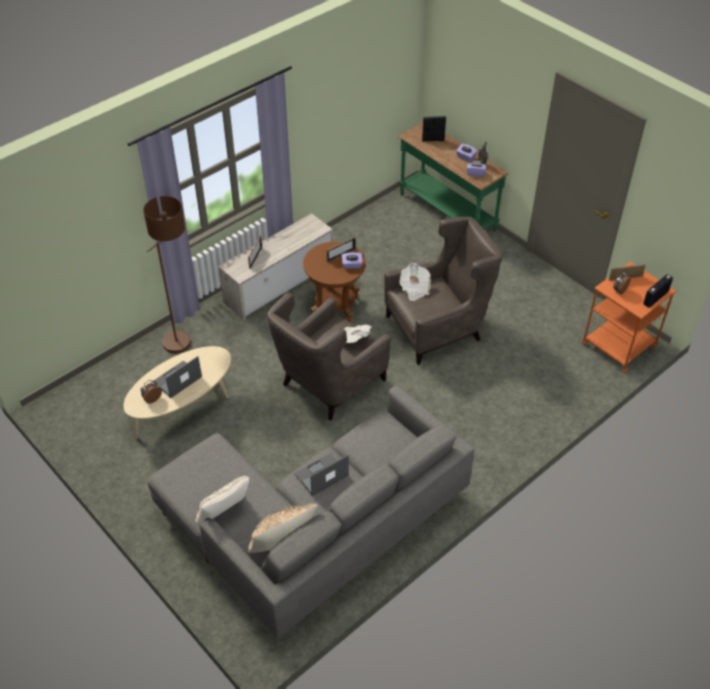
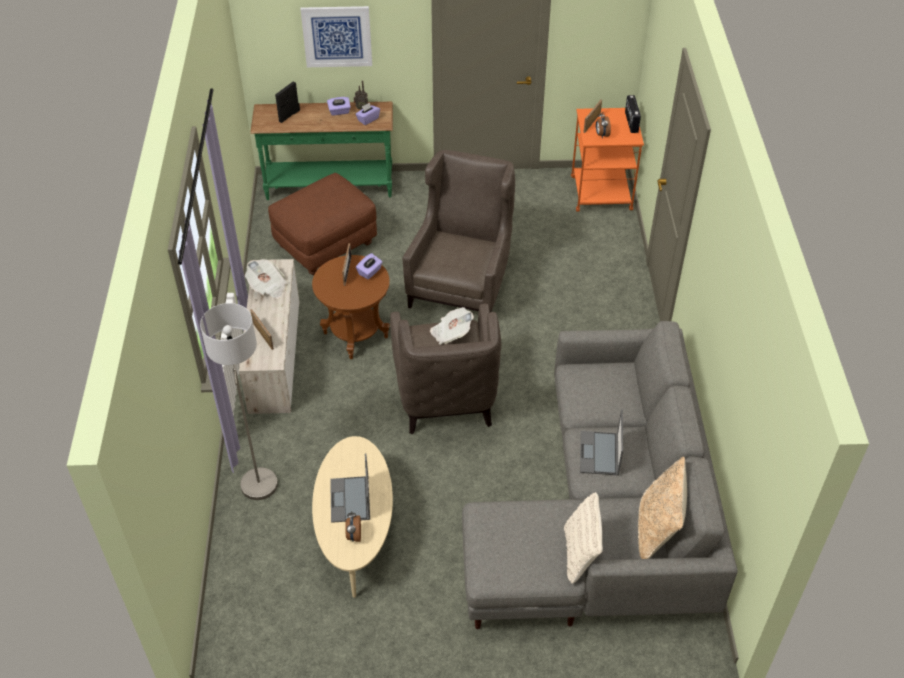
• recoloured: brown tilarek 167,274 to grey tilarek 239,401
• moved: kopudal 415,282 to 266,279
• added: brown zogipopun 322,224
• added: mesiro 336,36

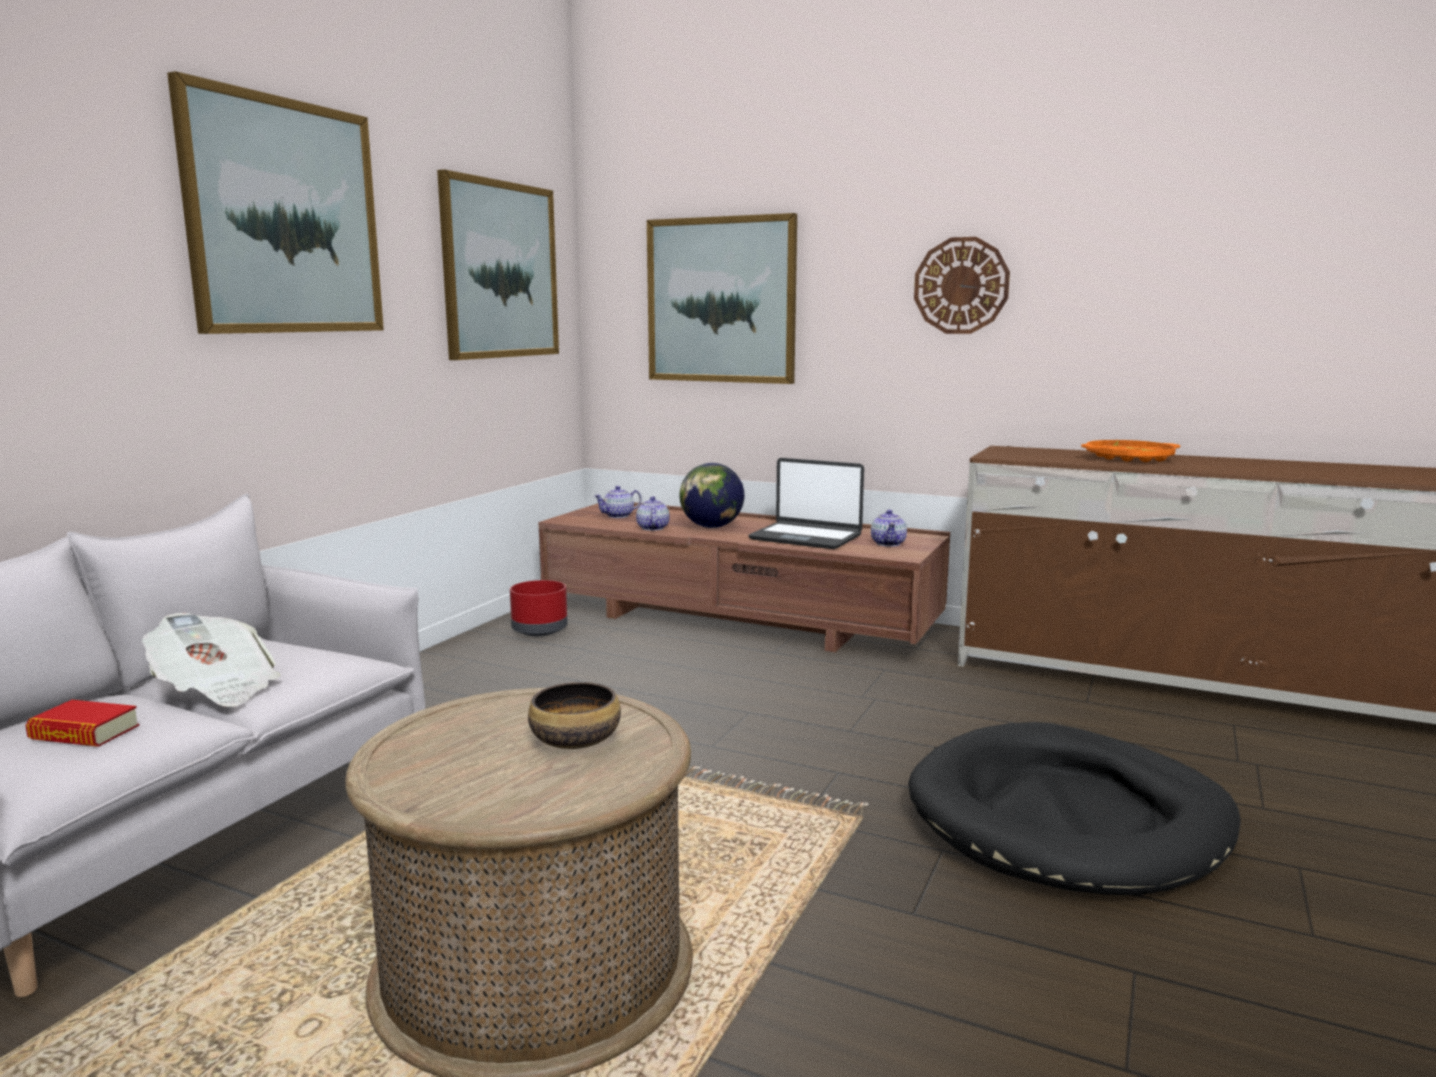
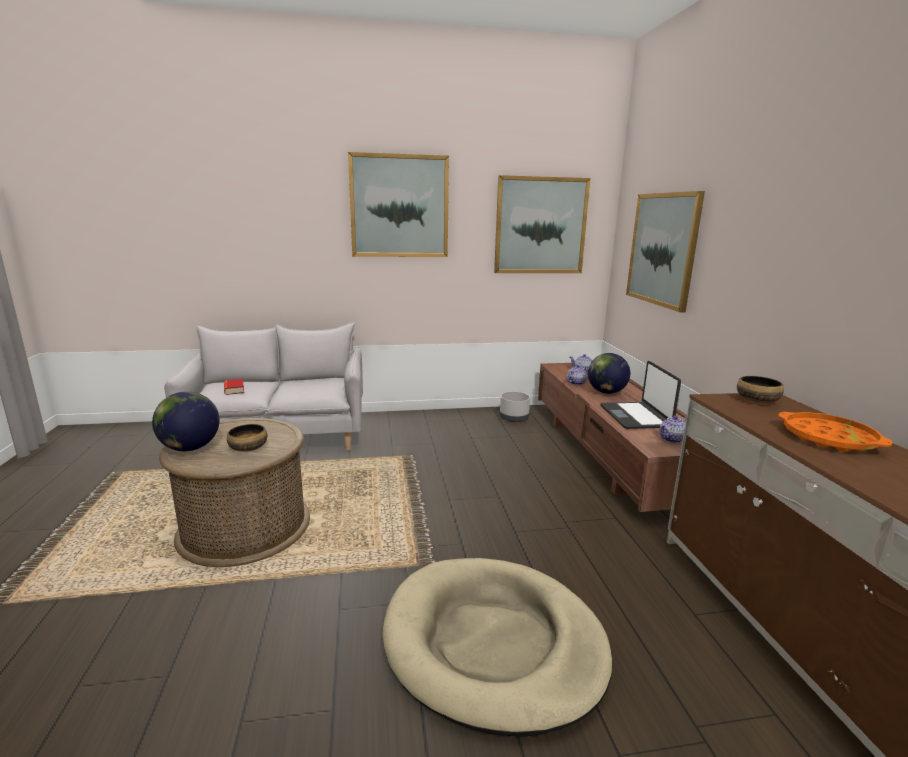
• removed: kopudal 211,660
• recoloured: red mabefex 539,608 to grey mabefex 515,407
• recoloured: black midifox 1074,808 to beige midifox 497,647
• removed: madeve 962,285
• added: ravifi 185,421
• added: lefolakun 760,389

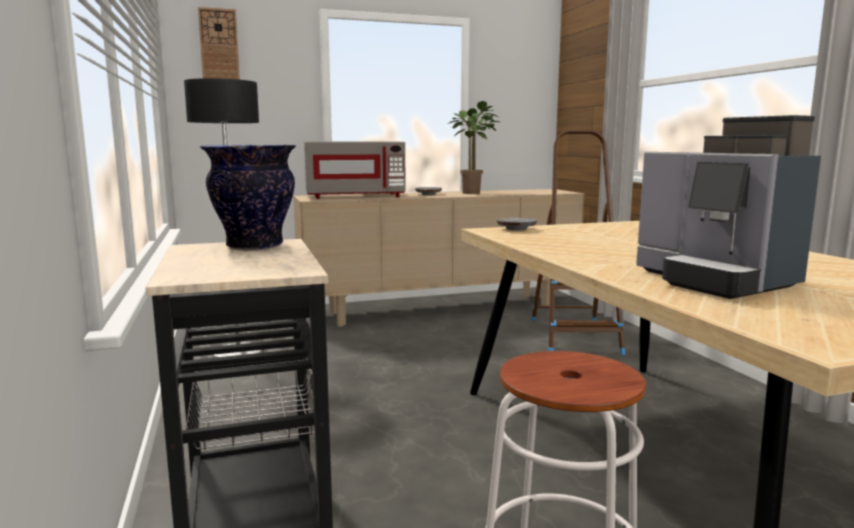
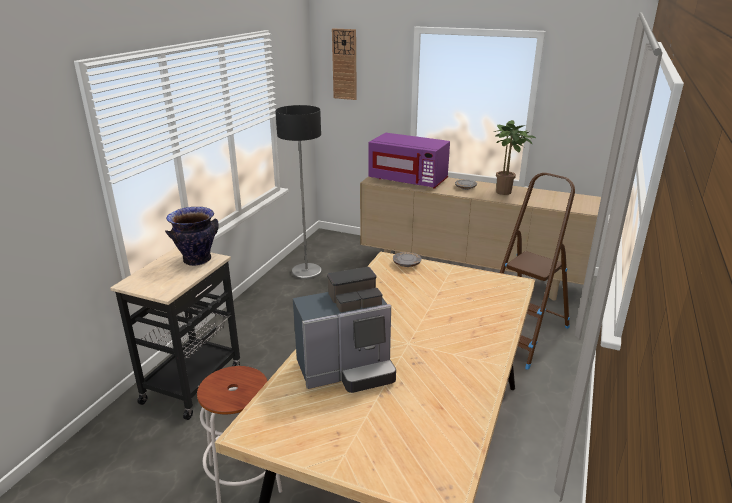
• recoloured: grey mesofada 355,170 to purple mesofada 409,160
• turned: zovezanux 728,207 = 344,330 120 degrees counterclockwise

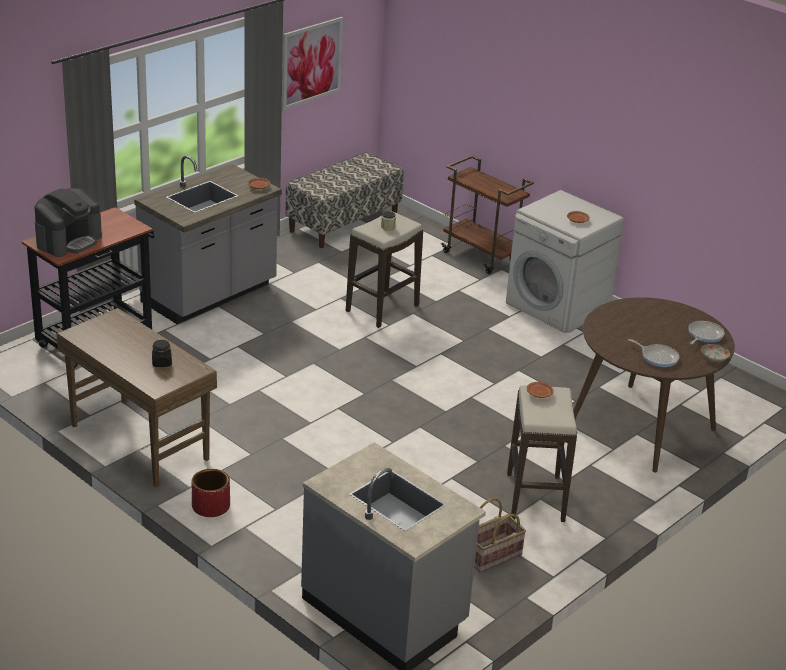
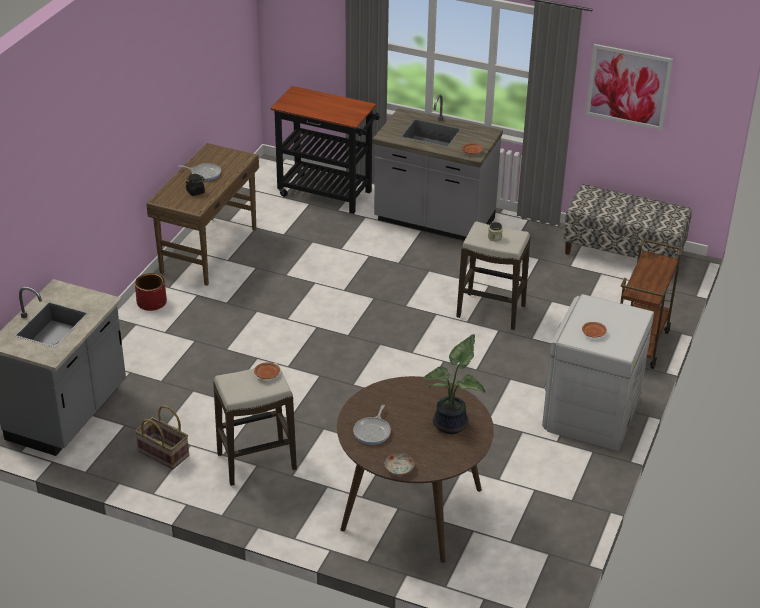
• removed: zovezanux 68,222
• moved: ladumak 706,332 to 199,172
• added: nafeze 454,384

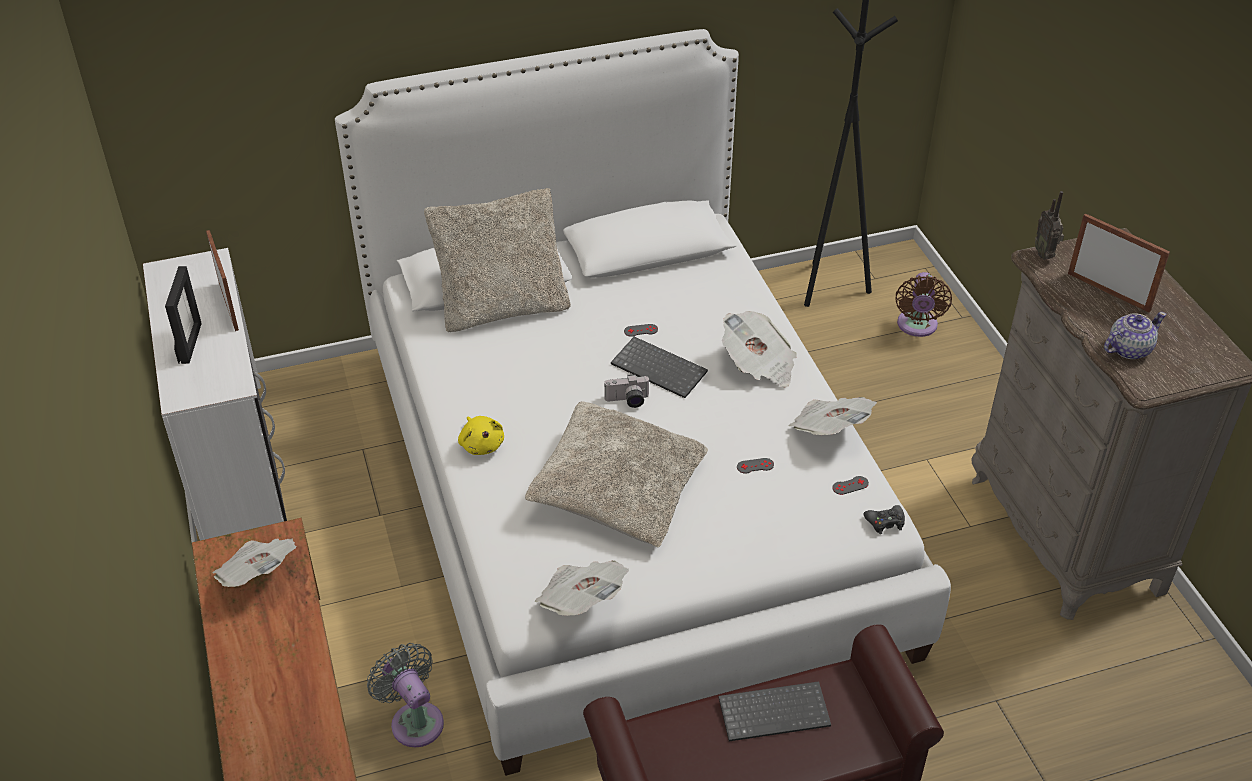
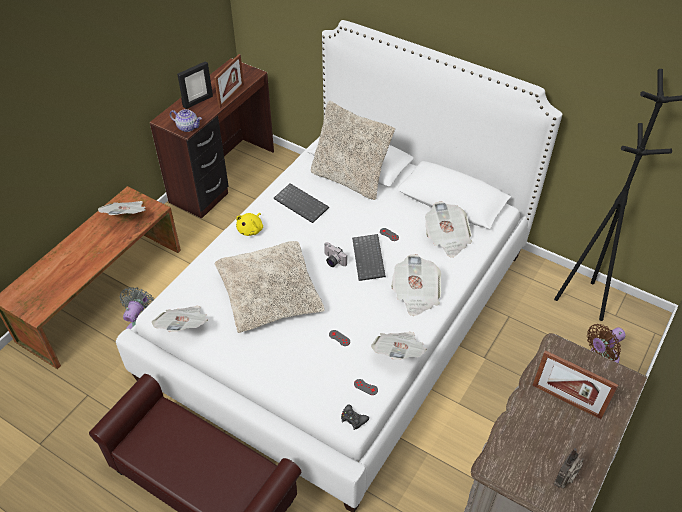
• recoloured: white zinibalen 215,394 to brown zinibalen 212,138
• moved: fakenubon 774,711 to 301,203
• moved: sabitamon 1049,225 to 569,468
• turned: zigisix 1119,262 = 575,384 120 degrees clockwise
• moved: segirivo 1135,335 to 186,120
• added: kopudal 448,229

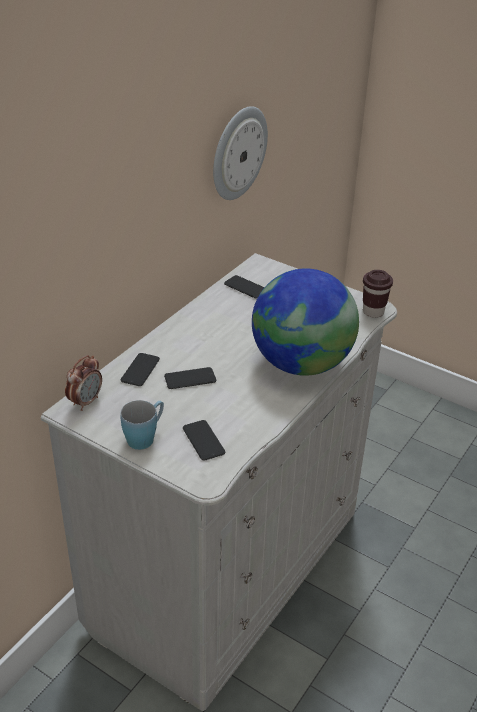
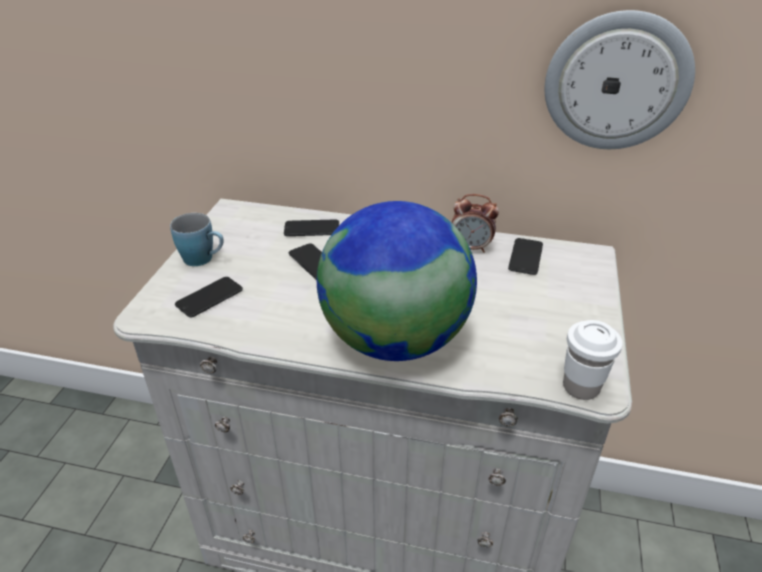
• moved: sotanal 83,383 to 475,223
• recoloured: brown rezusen 378,294 to white rezusen 593,360

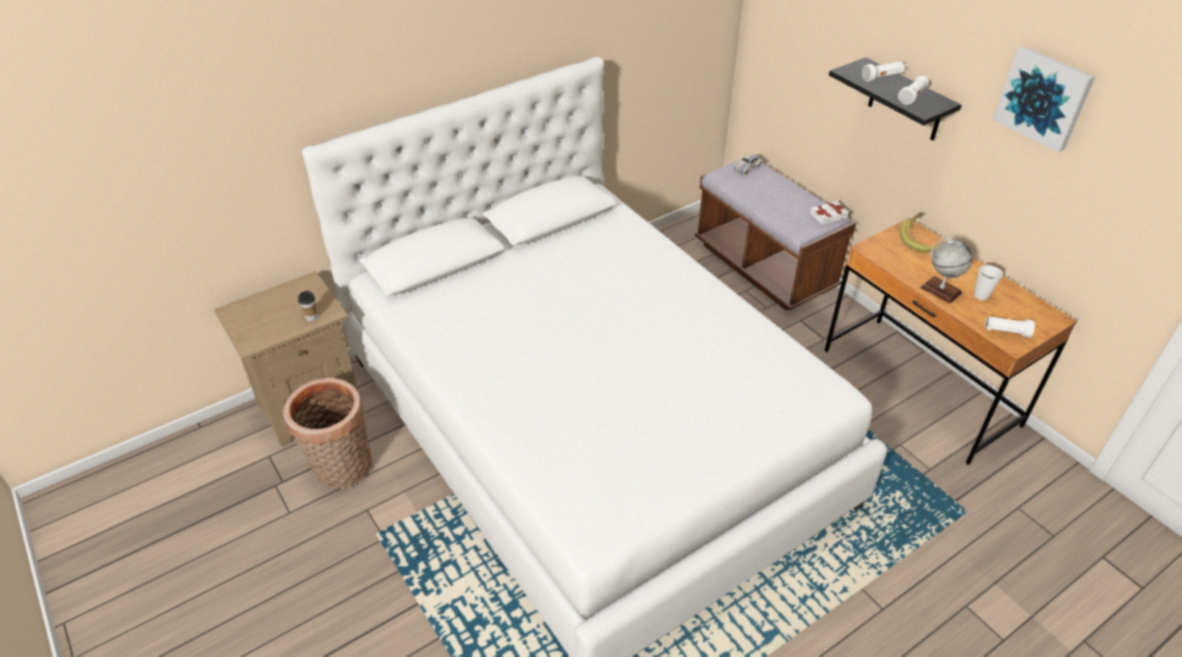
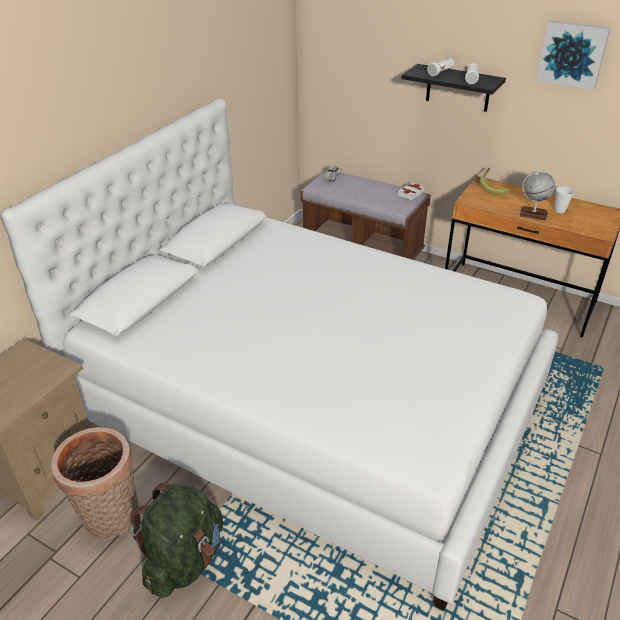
• removed: rezusen 308,306
• removed: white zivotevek 1010,327
• added: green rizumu 177,540

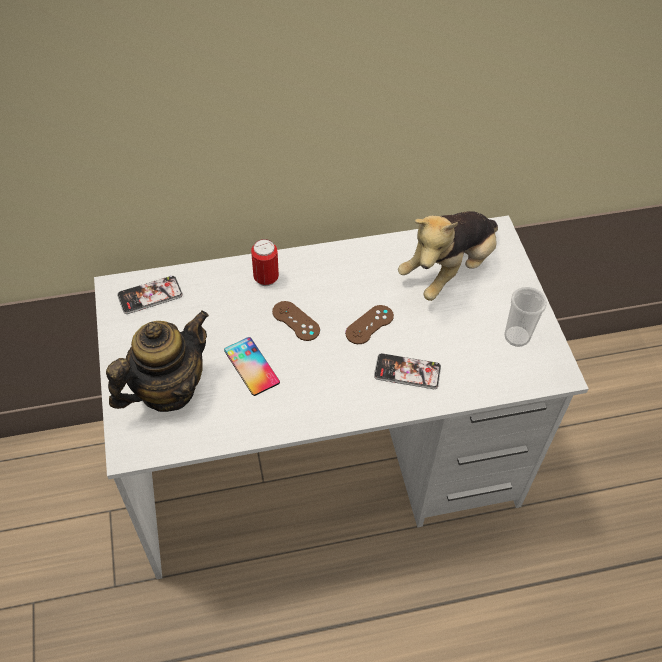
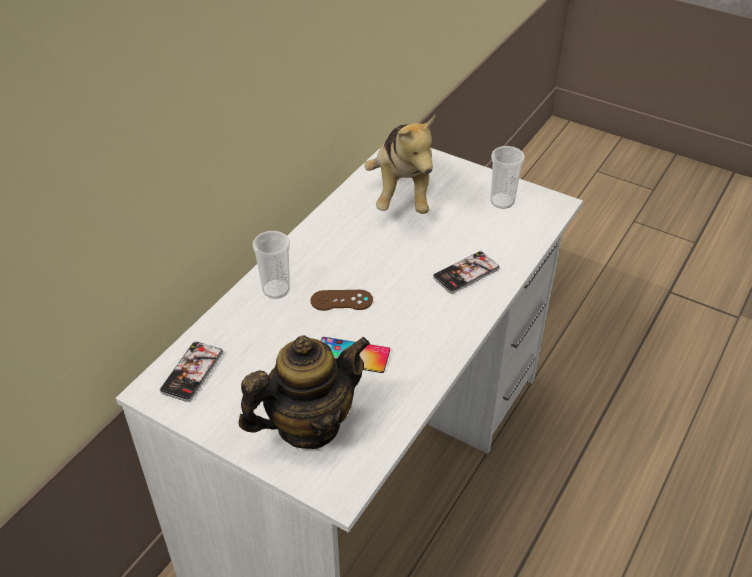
• turned: segirivo 157,361 = 304,392 60 degrees clockwise
• replaced: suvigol 265,262 to rezusen 271,265
• removed: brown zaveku 369,324

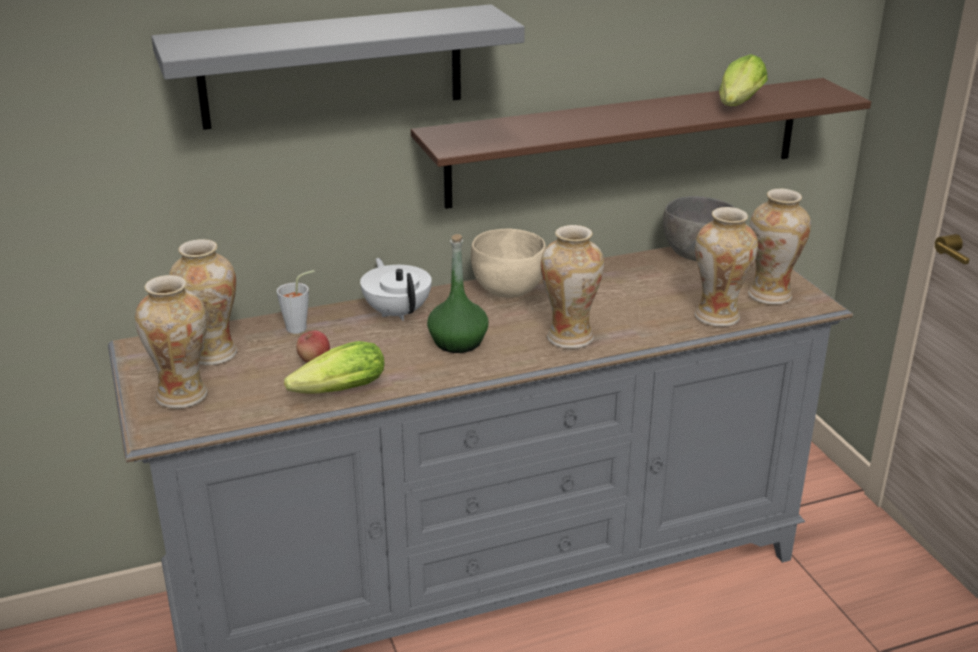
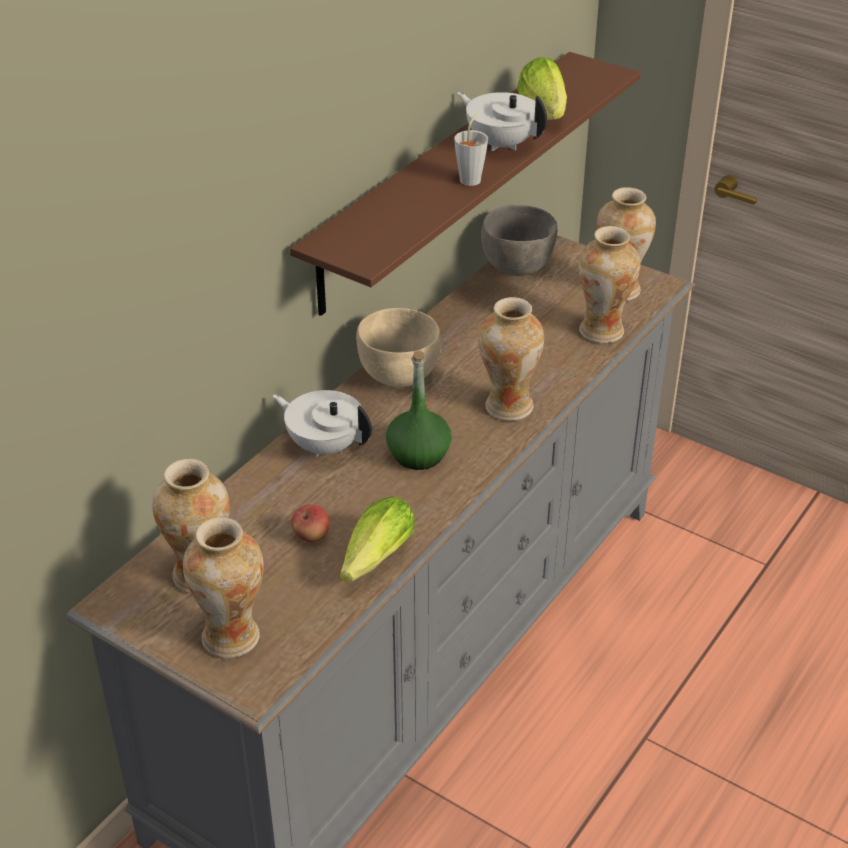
• removed: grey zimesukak 338,67
• moved: grey rezusen 295,302 to 471,149
• added: white segirivo 502,121

